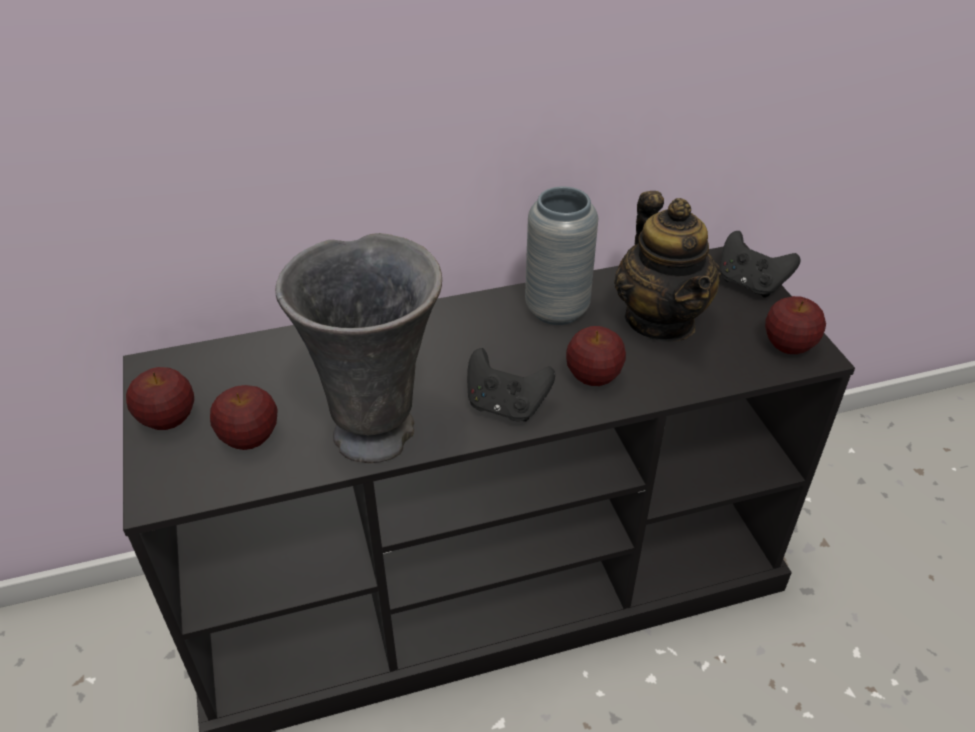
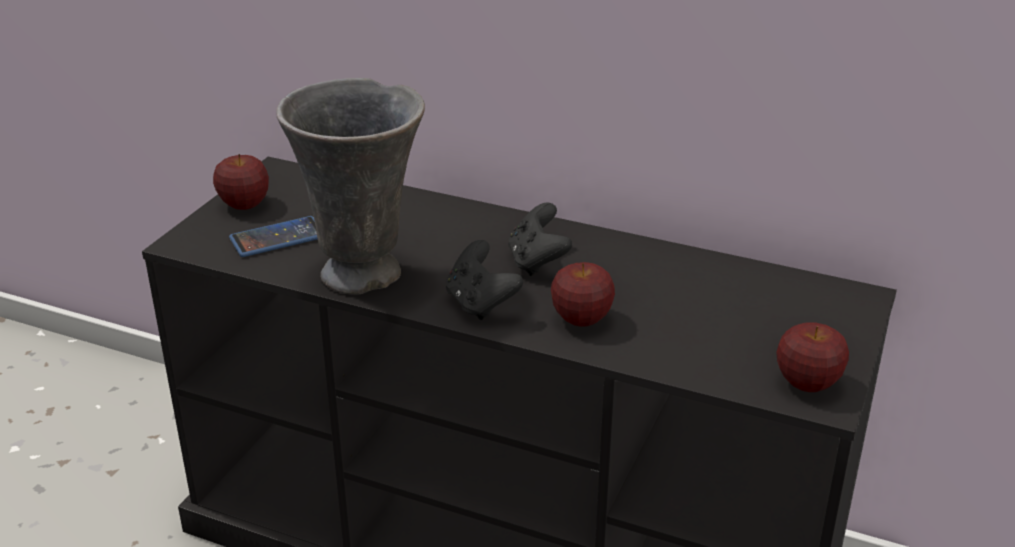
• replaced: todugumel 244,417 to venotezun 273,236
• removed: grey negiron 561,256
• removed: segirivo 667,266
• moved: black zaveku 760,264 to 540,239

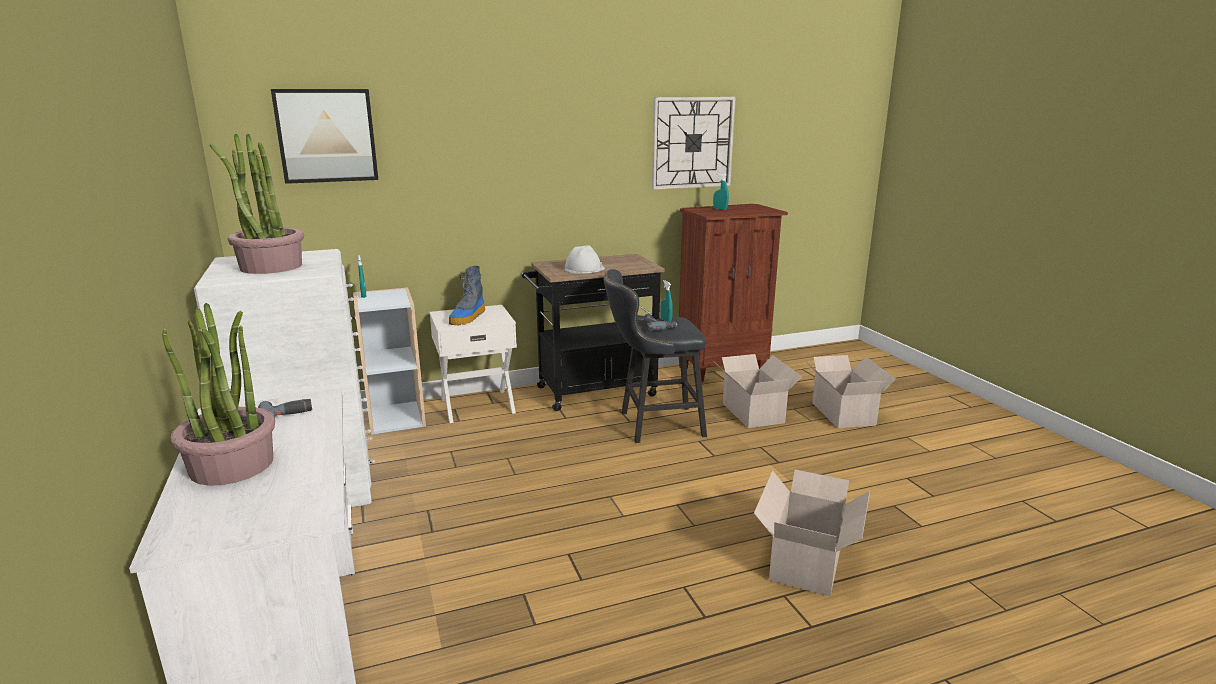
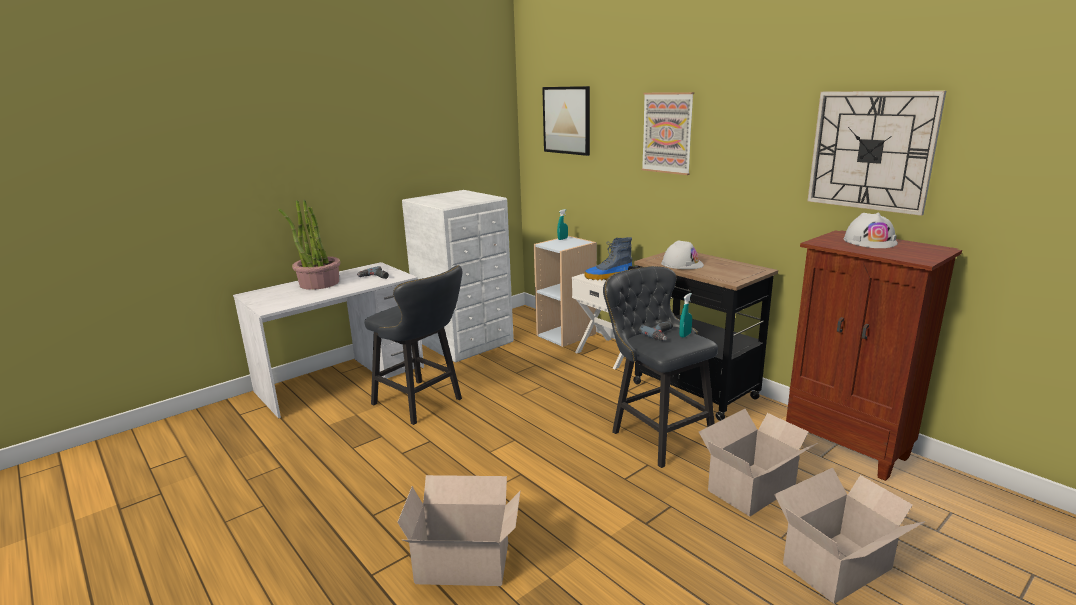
• removed: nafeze 257,204
• replaced: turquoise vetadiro 721,191 to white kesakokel 870,230
• added: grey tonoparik 413,345
• added: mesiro 667,133

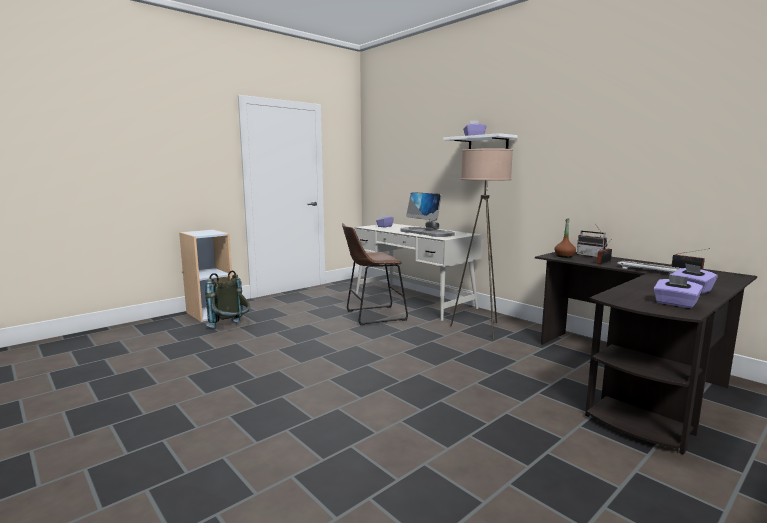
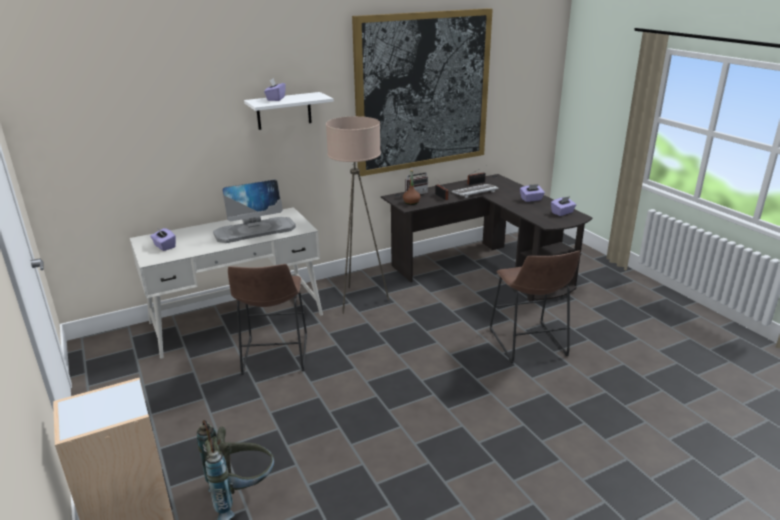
• added: mesiro 422,92
• added: brown tonoparik 535,307

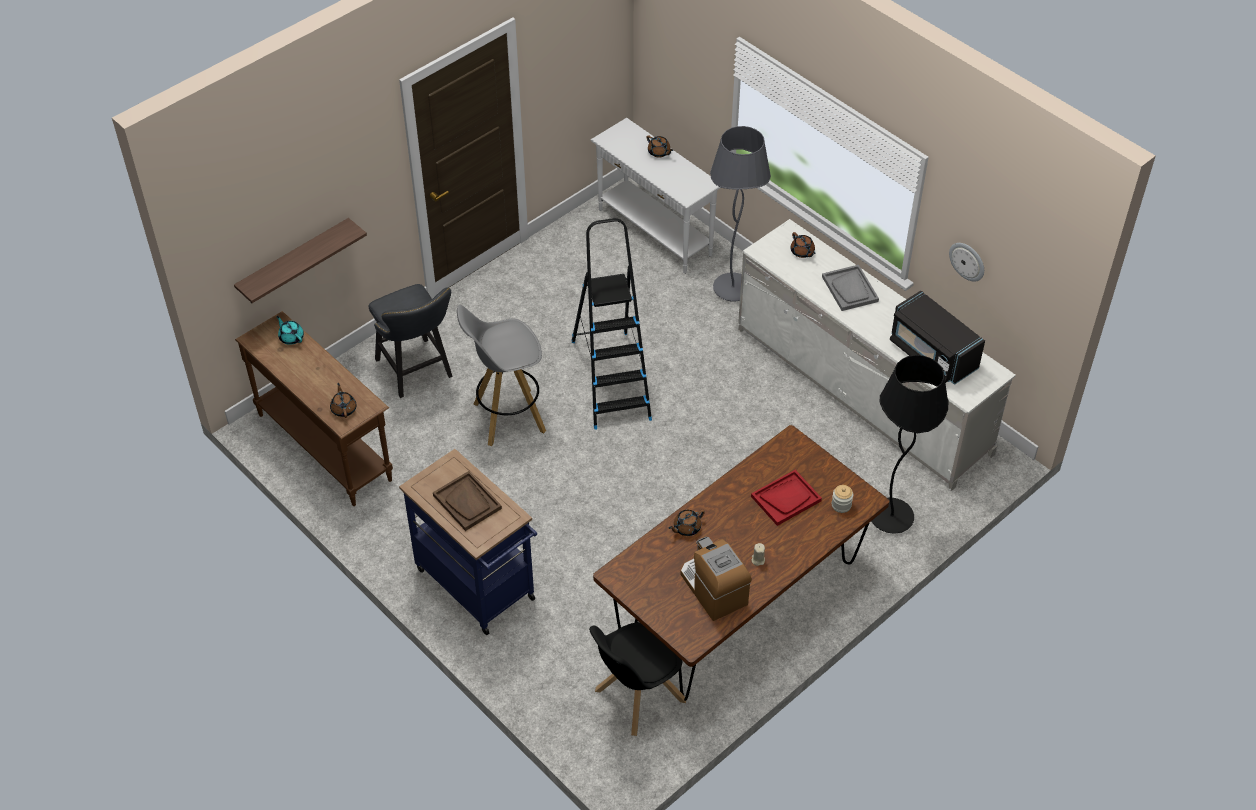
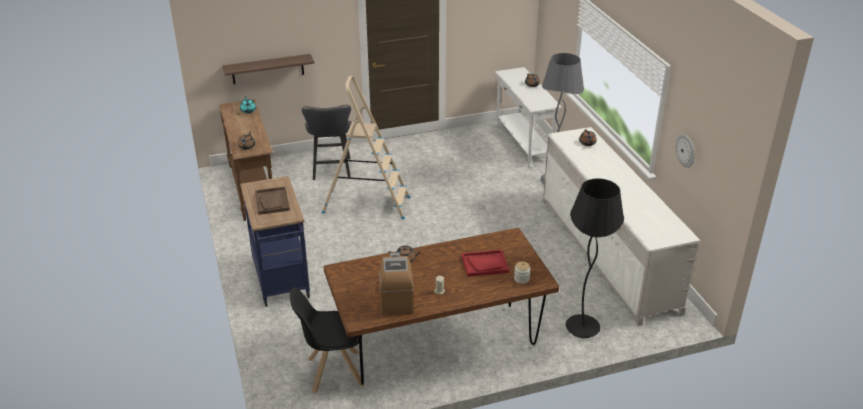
• replaced: grey tonoparik 501,375 to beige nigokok 365,147
• removed: black nigokok 611,324
• removed: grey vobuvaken 850,288
• removed: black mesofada 937,338

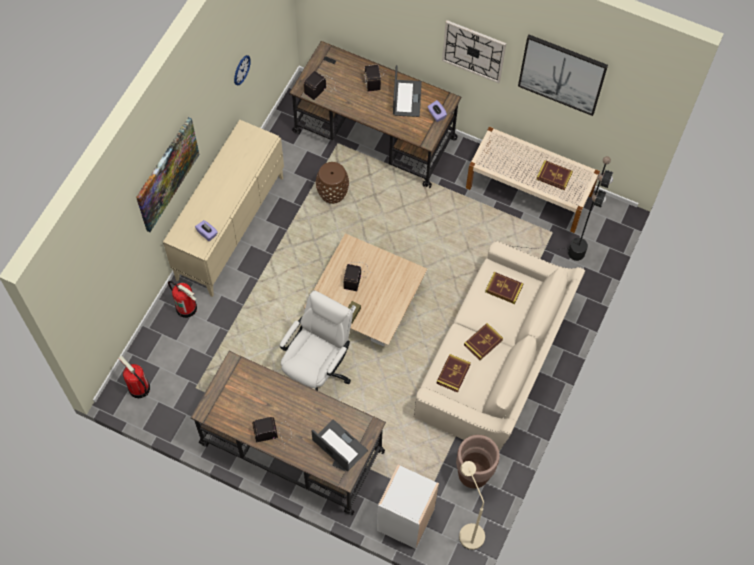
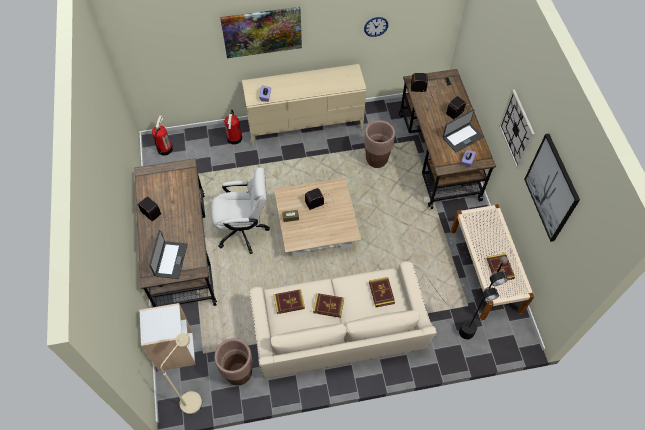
• replaced: brown tonoparik 332,183 to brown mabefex 379,144

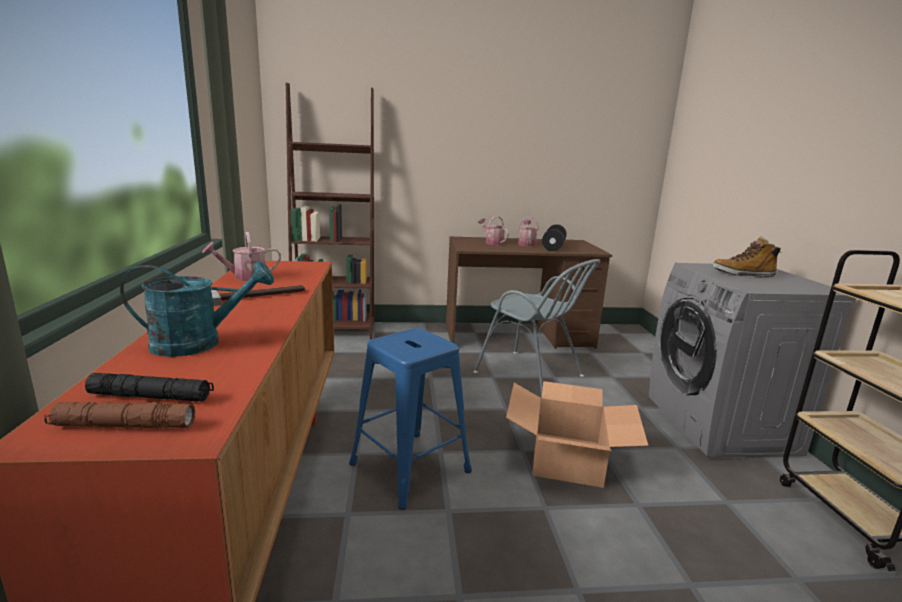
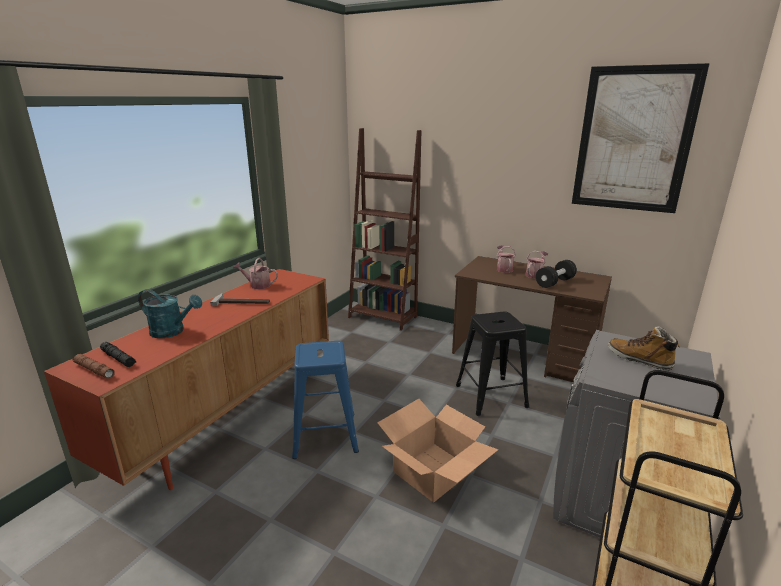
• replaced: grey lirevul 536,328 to black tonoparik 492,364
• added: mesiro 641,138

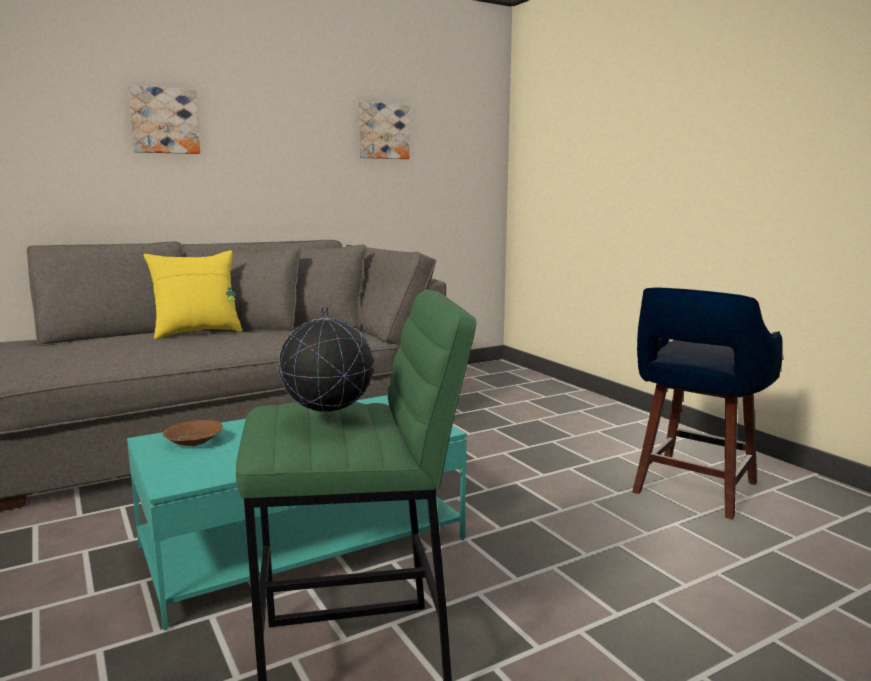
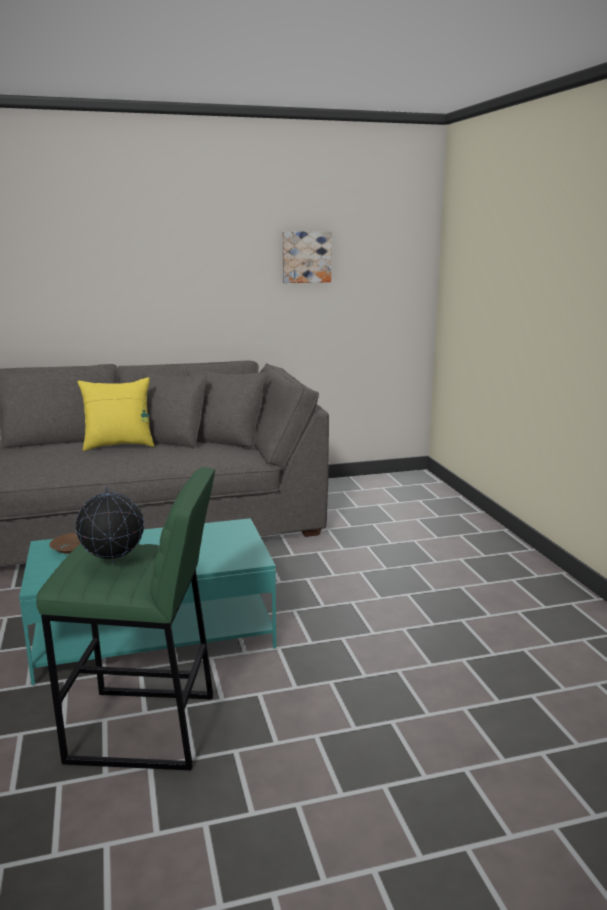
• removed: mesiro 164,119
• removed: blue tonoparik 707,403

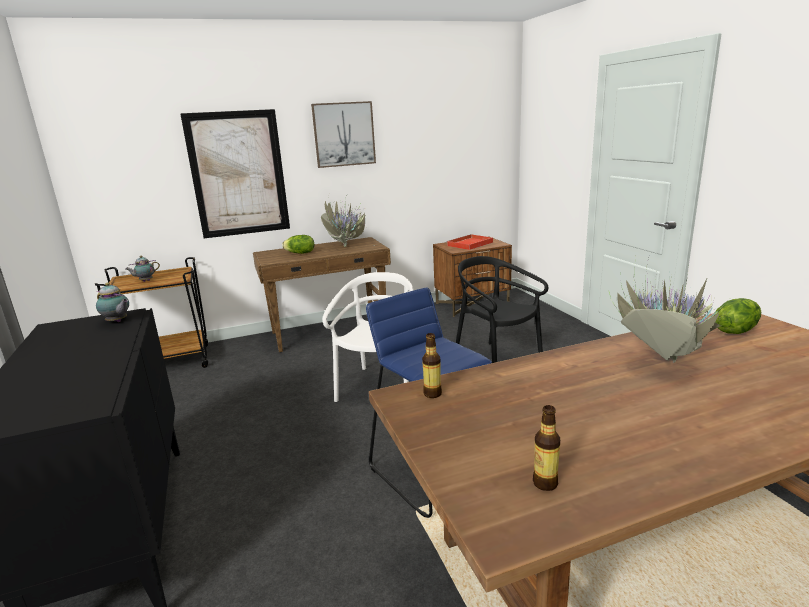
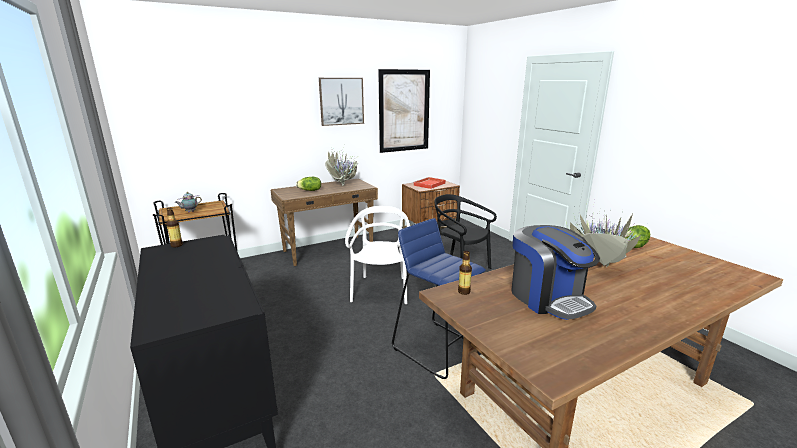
• removed: segirivo 112,302
• moved: mesiro 235,173 to 404,111
• moved: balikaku 546,448 to 174,227
• added: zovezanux 555,272

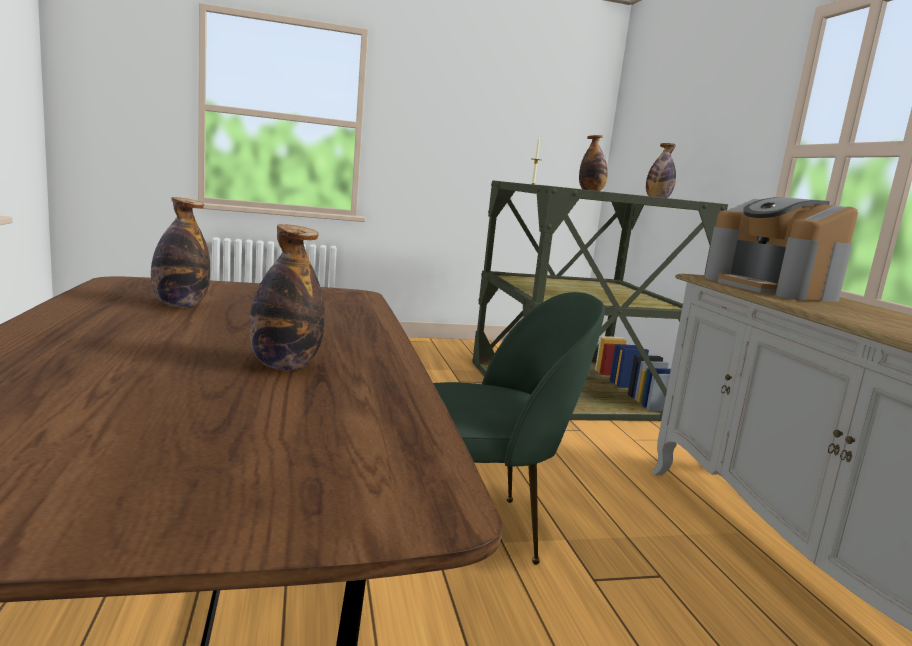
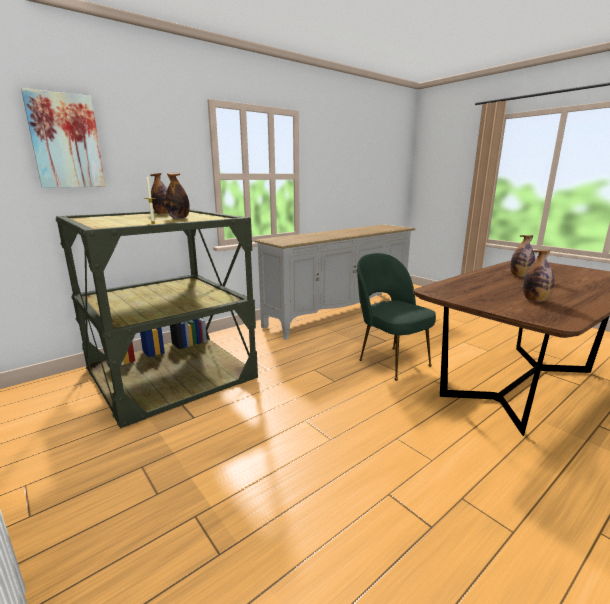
• removed: zovezanux 781,249
• added: mesiro 63,138

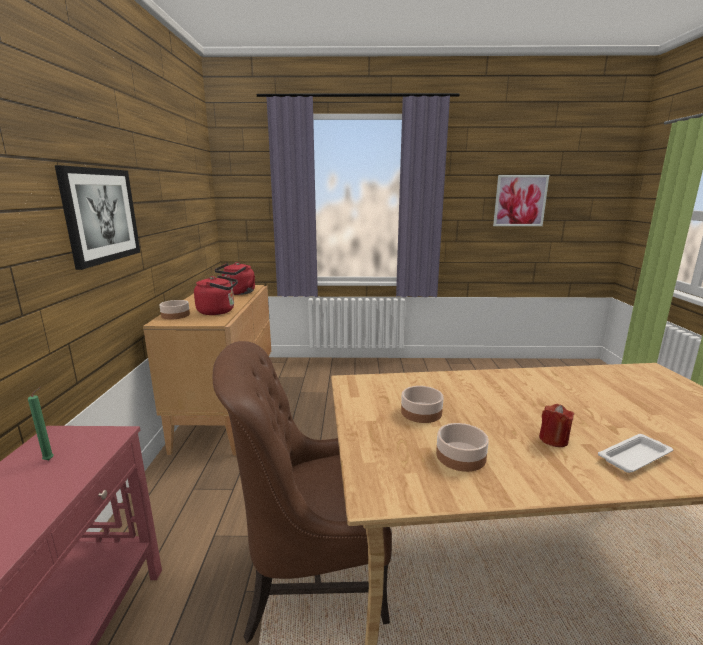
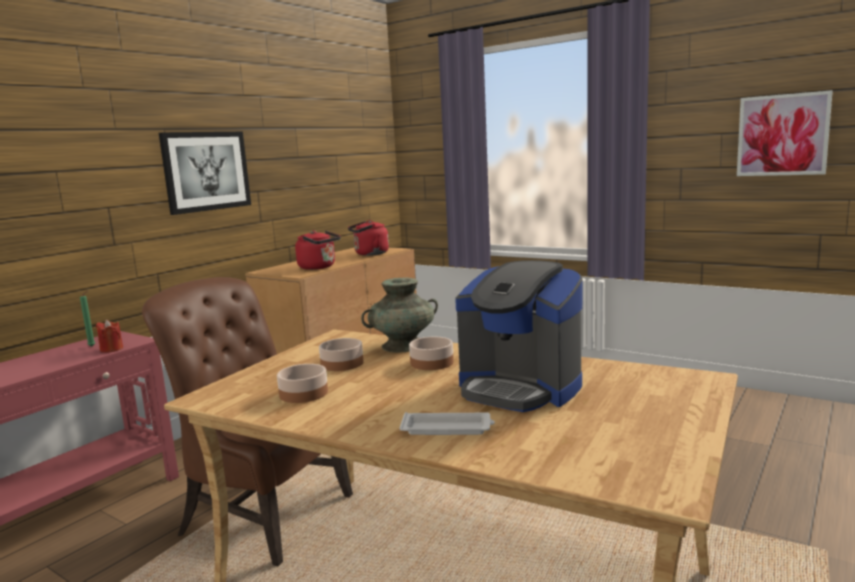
• moved: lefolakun 175,310 to 431,353
• moved: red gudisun 556,425 to 109,336
• added: turquoise negiron 399,315
• added: zovezanux 519,336

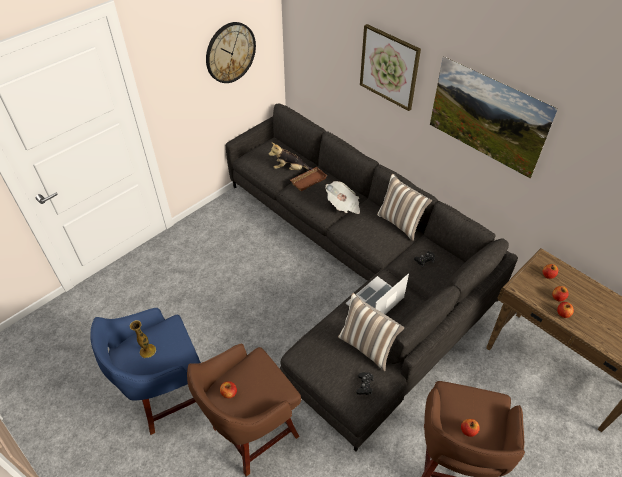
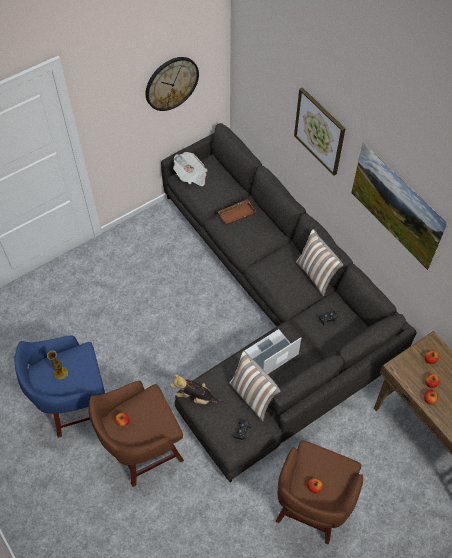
• moved: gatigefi 291,156 to 196,389
• moved: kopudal 342,197 to 190,169

